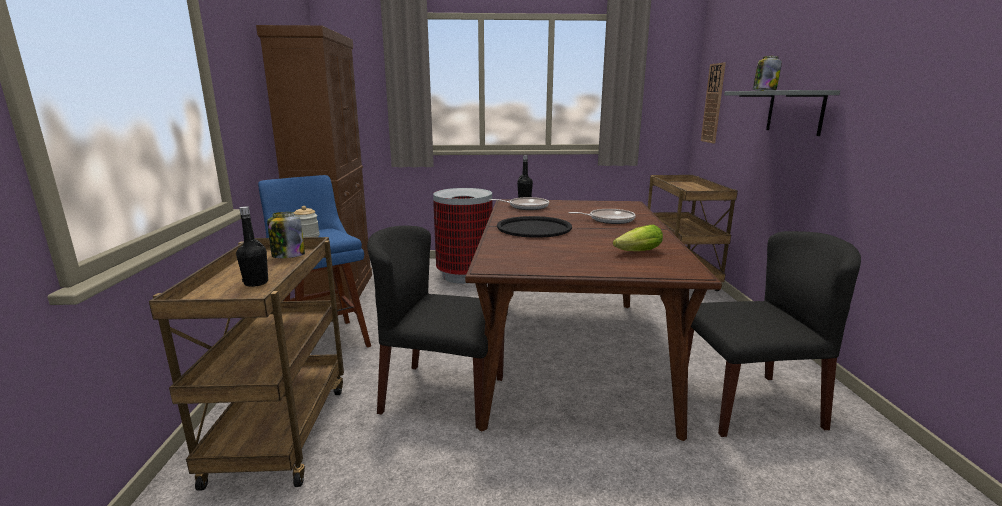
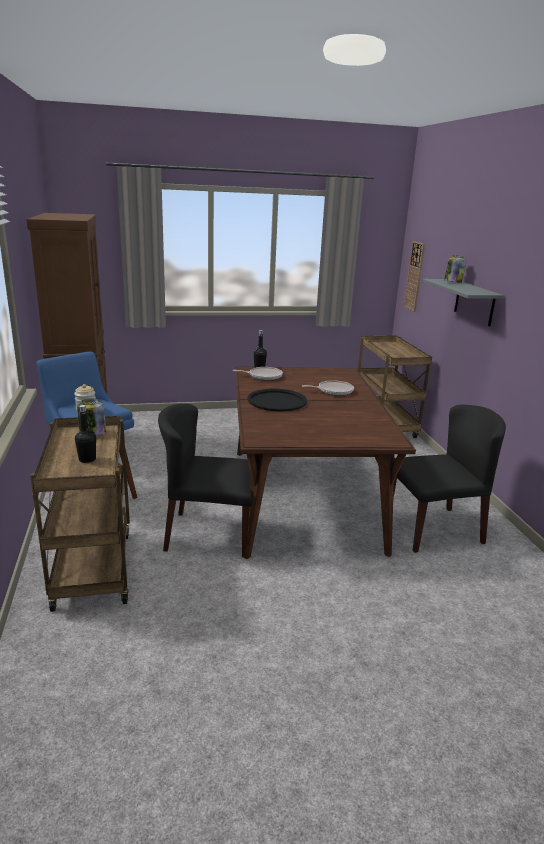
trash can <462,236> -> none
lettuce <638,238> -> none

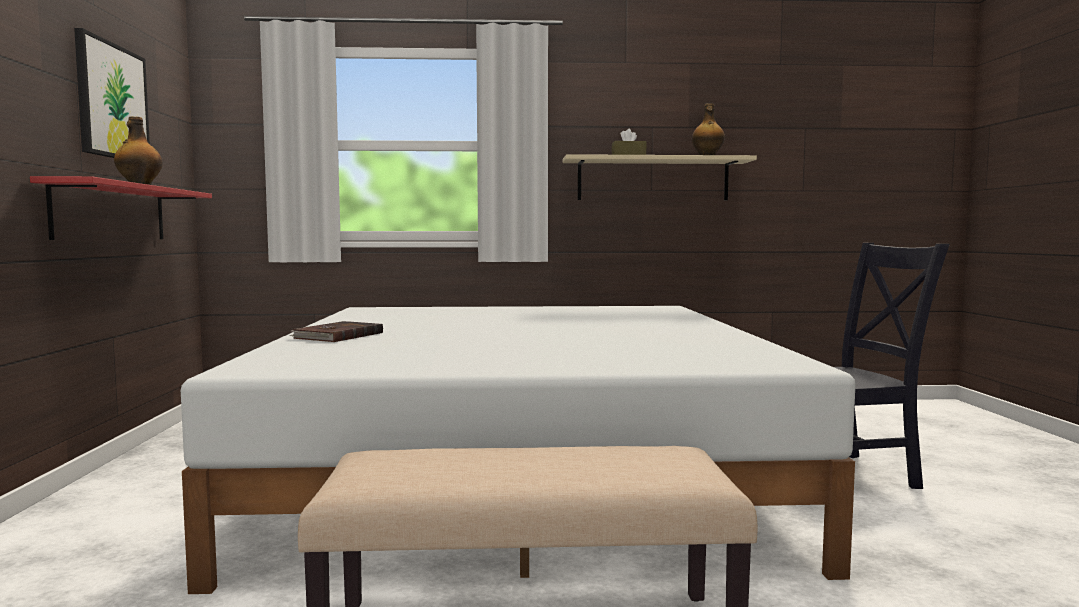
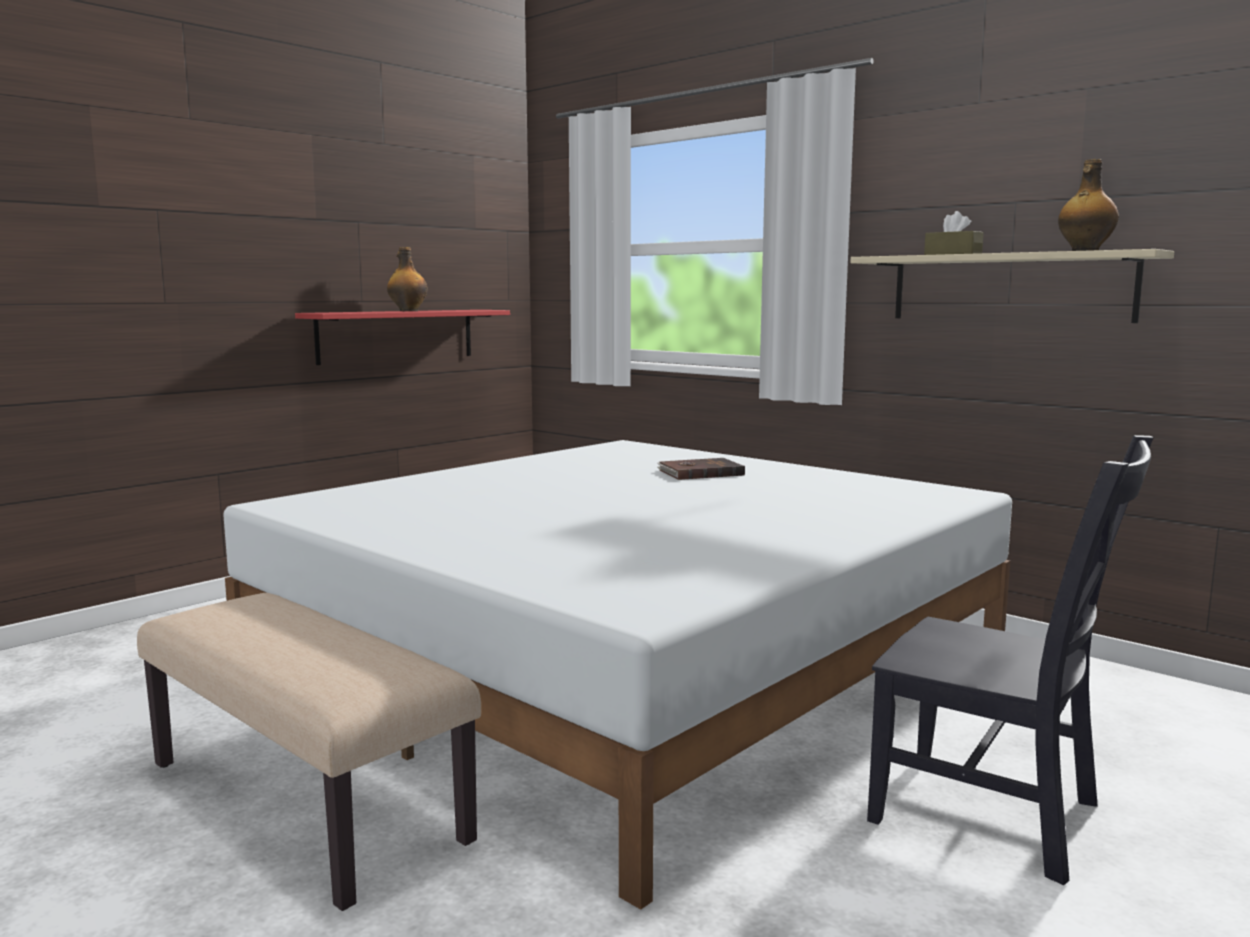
picture <112,93> -> none
book (brown) <336,331> -> book (brown) <701,469>, moved

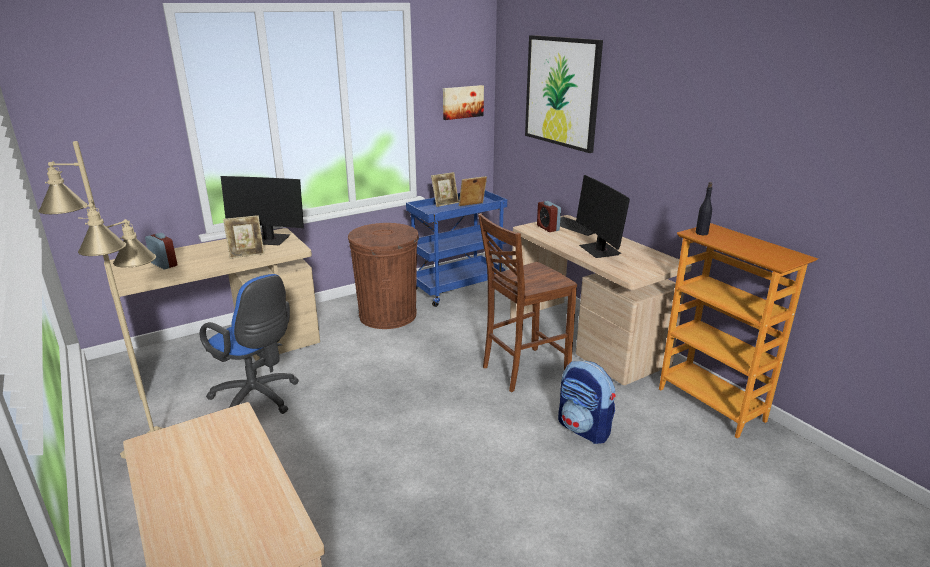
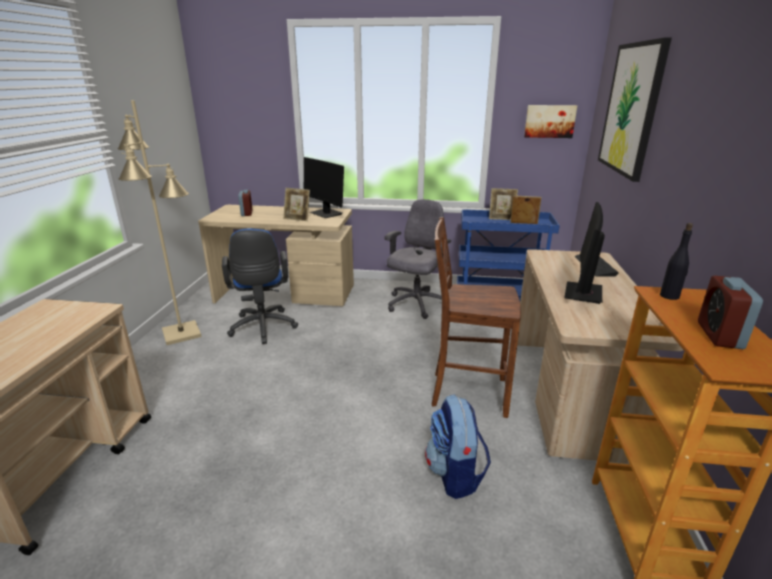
trash can (brown) <383,276> -> office chair (grey) <418,259>
alarm clock <549,216> -> alarm clock <730,312>, moved

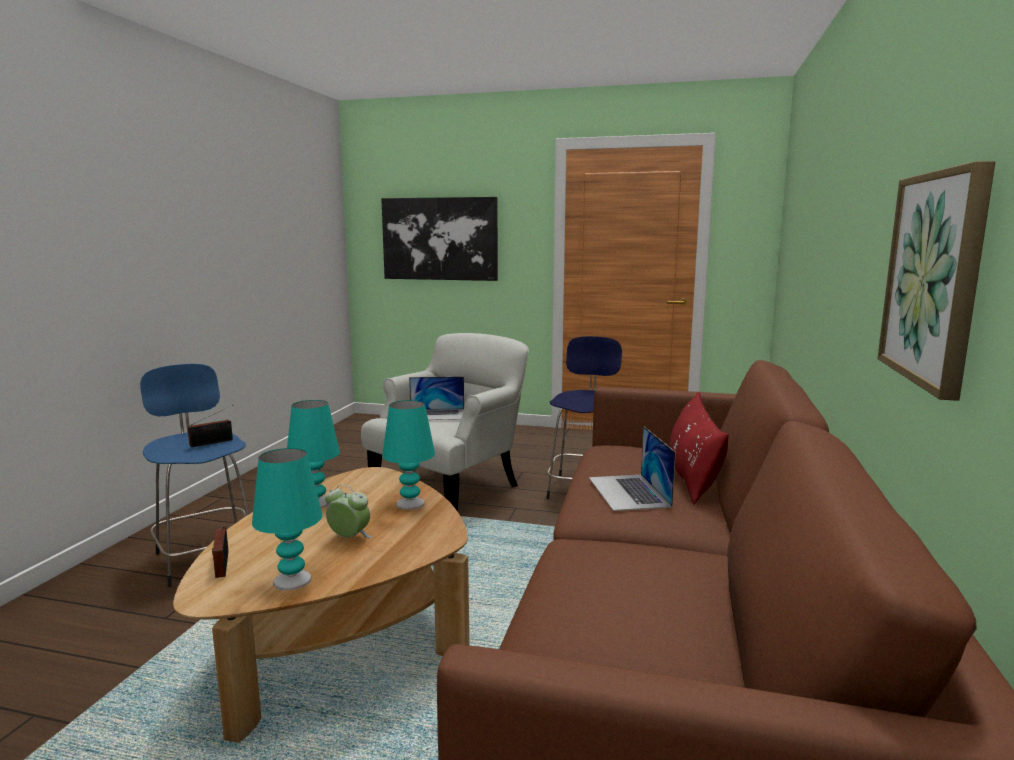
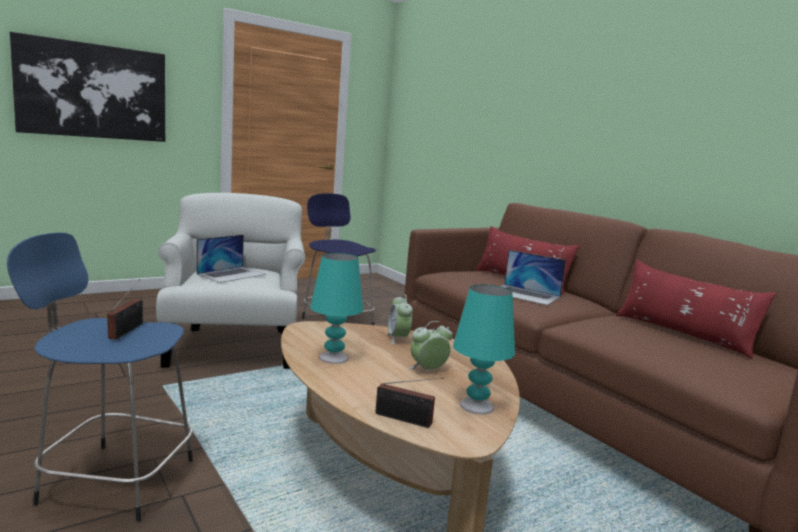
table lamp (turquoise) <408,455> -> alarm clock <400,319>
picture <936,281> -> none
none -> pillow (red) <696,309>

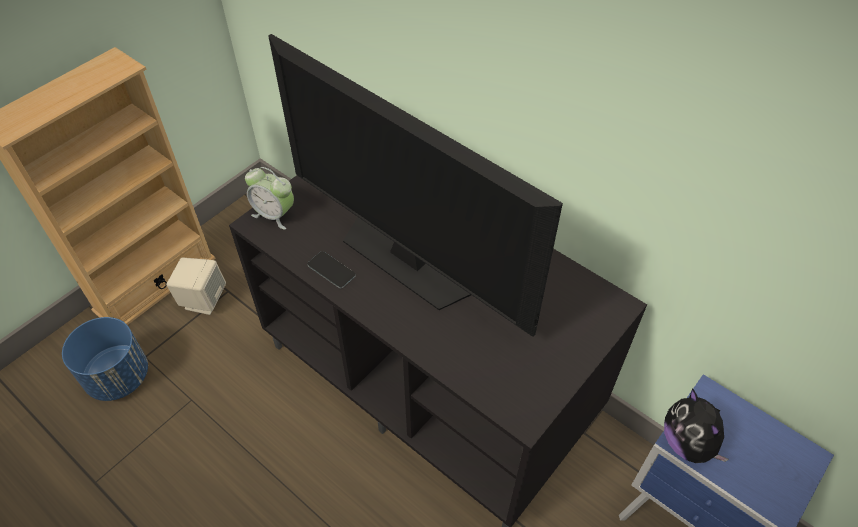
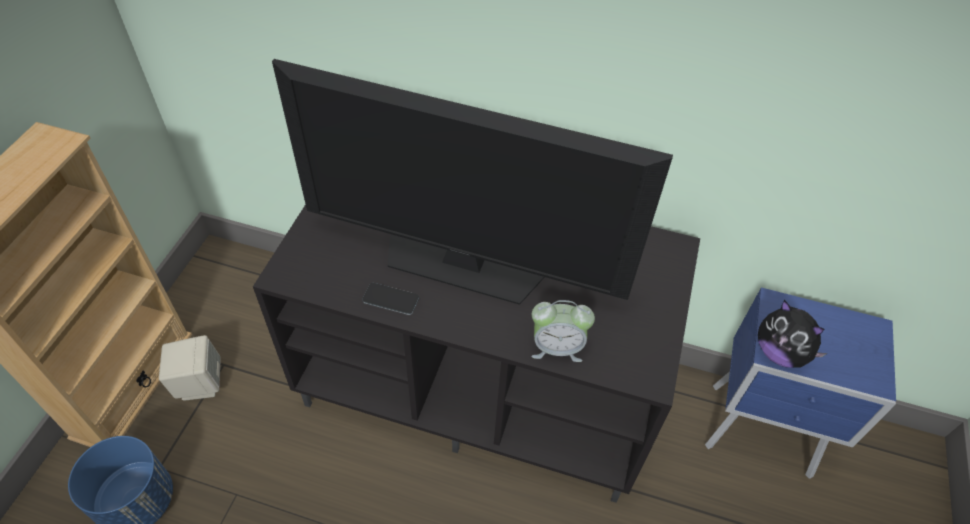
alarm clock <269,198> -> alarm clock <563,331>, moved

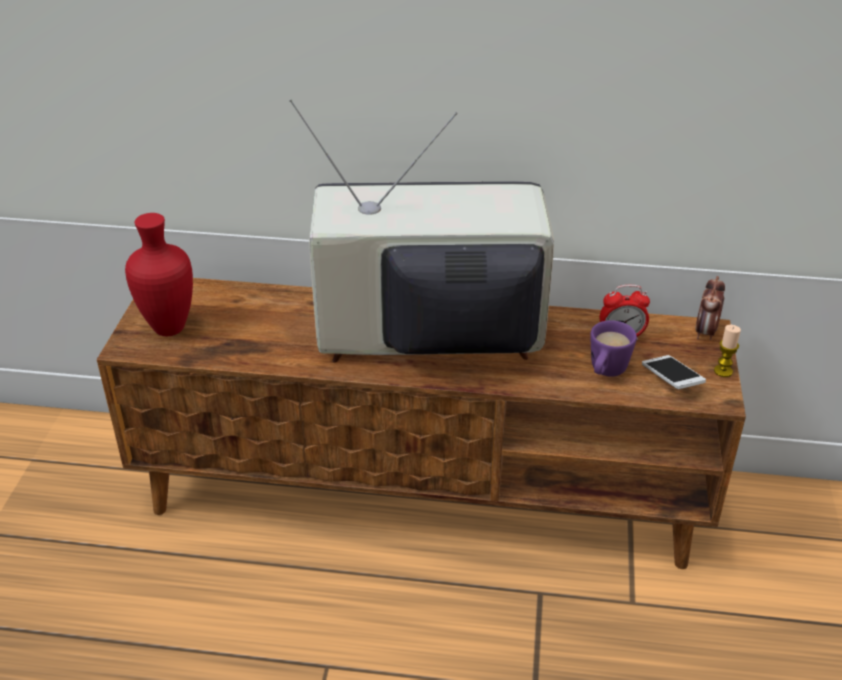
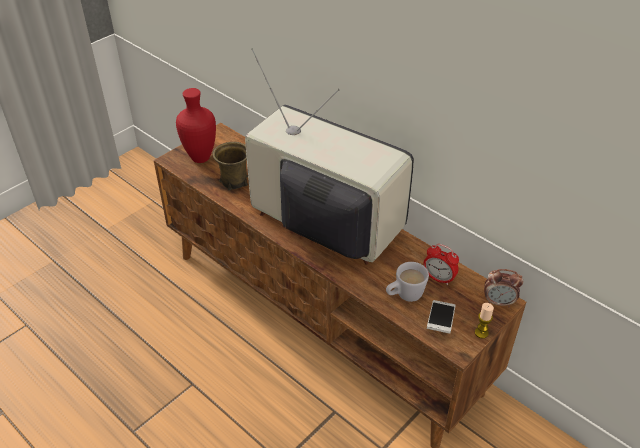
mug (purple) <613,348> -> mug (white) <407,282>
alarm clock <710,308> -> alarm clock <503,288>, 135 degrees counterclockwise
none -> mug (brown) <230,166>

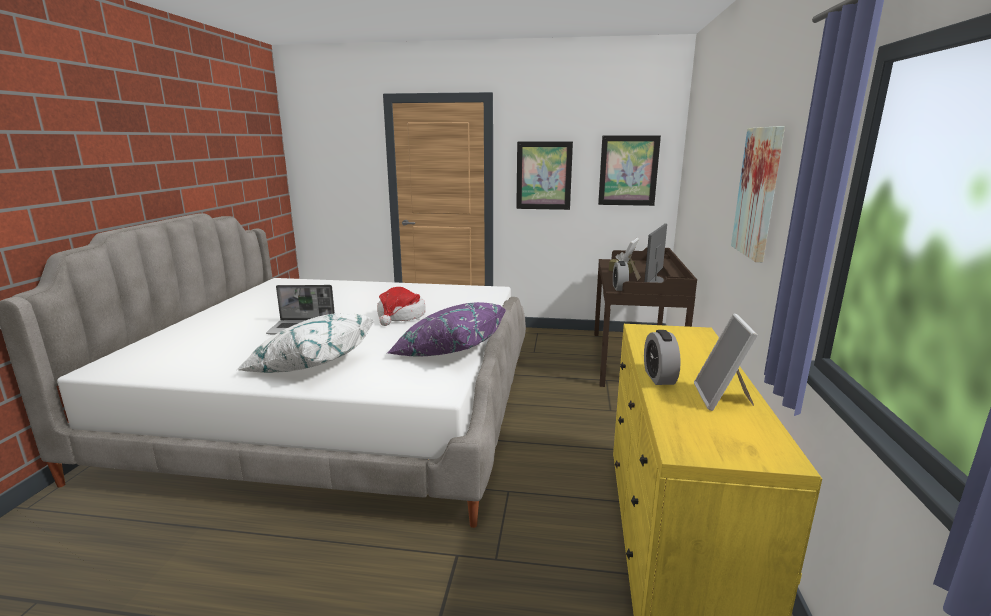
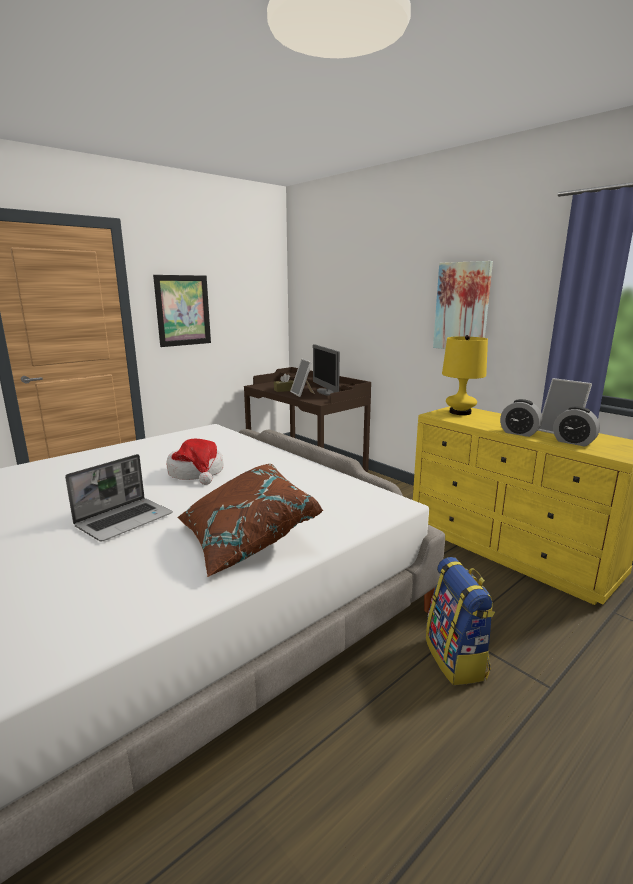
pillow (white) <306,343> -> pillow (brown) <250,520>
pillow (purple) <447,329> -> none
picture <629,171> -> none
alarm clock <621,276> -> alarm clock <576,426>, moved
none -> backpack <460,621>
none -> table lamp (yellow) <465,375>

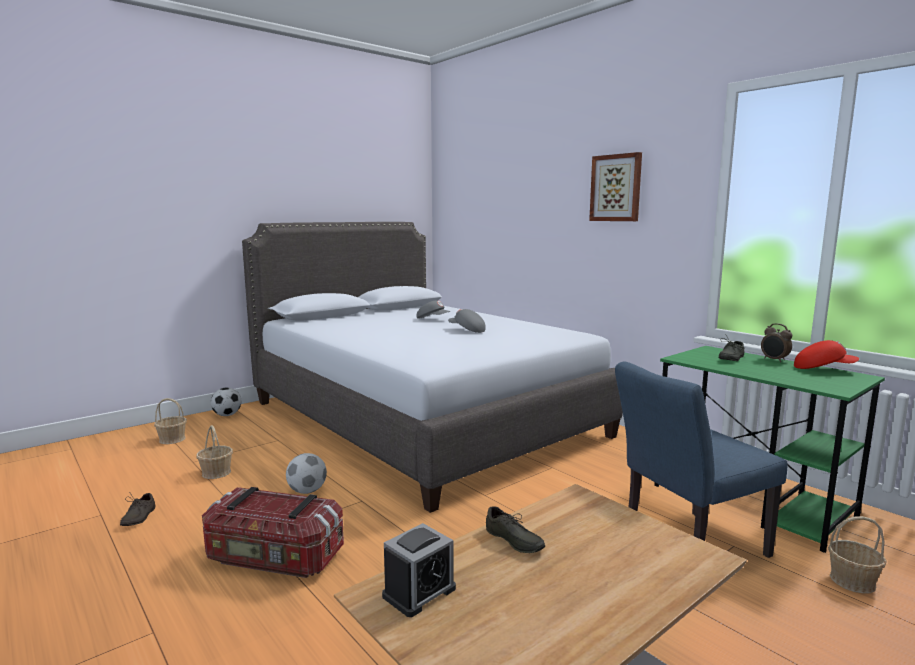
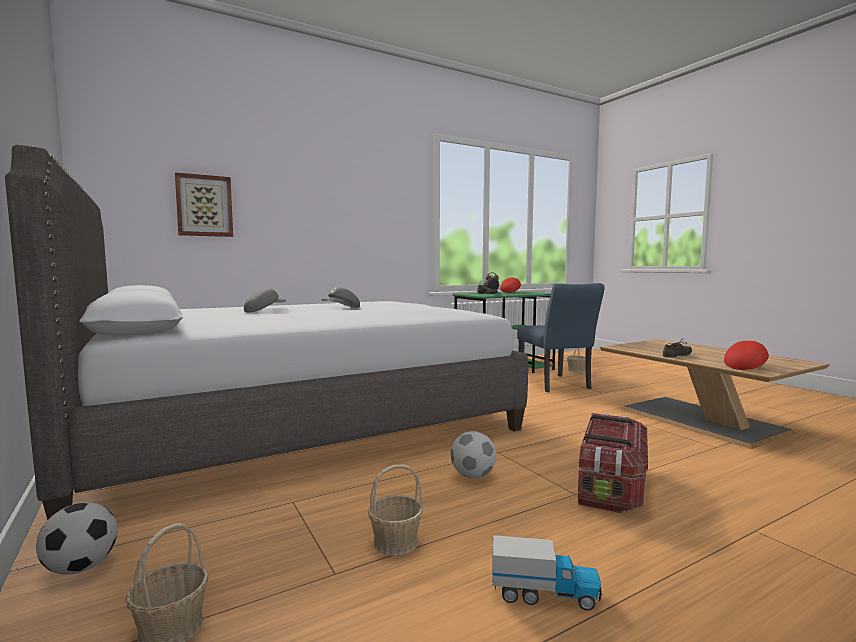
shoe (grey) <138,509> -> toy truck <547,573>
alarm clock <419,570> -> cap (red) <746,355>
picture <615,186> -> picture <204,204>, moved

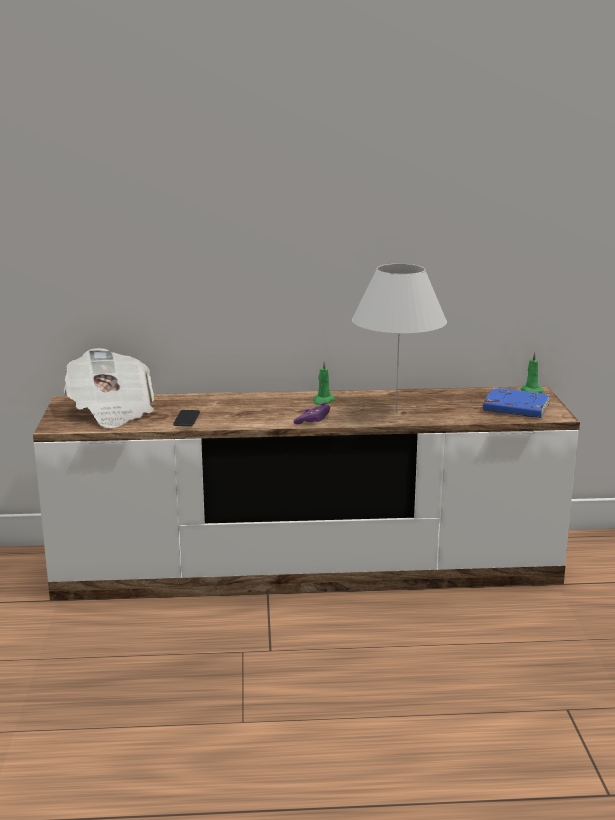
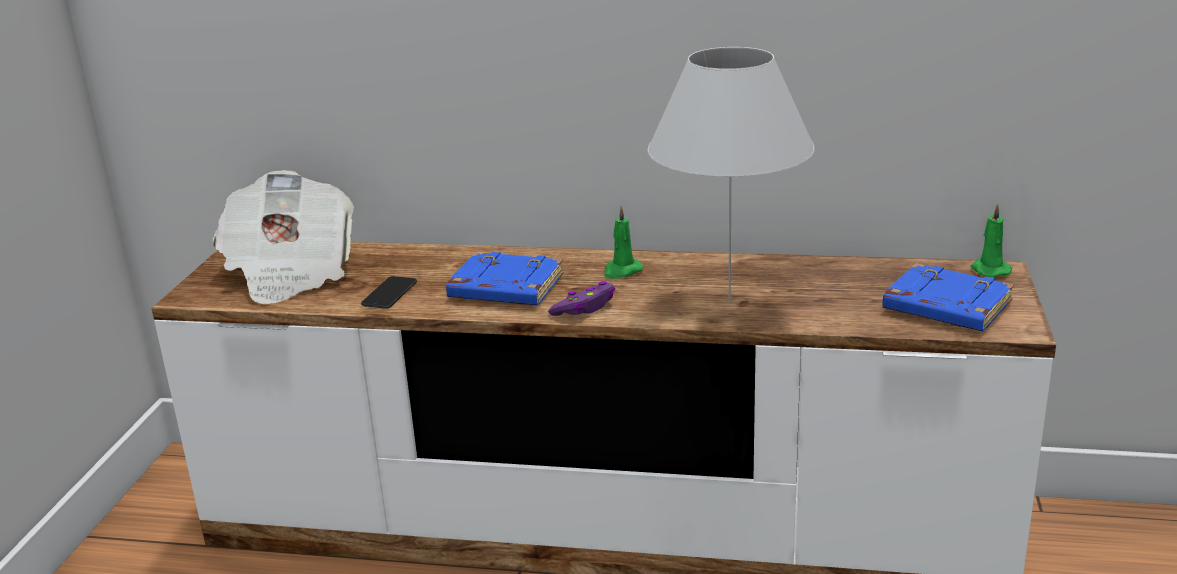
none -> book (blue) <504,278>

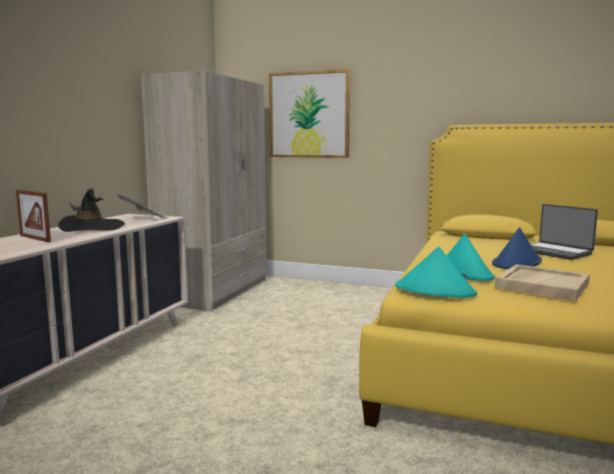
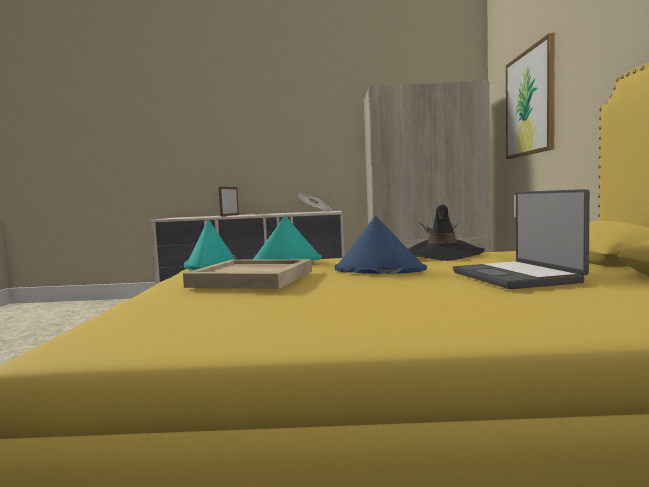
hat (black) <91,210> -> hat (black) <446,233>, moved
laptop <564,232> -> laptop <521,239>, 45 degrees counterclockwise

